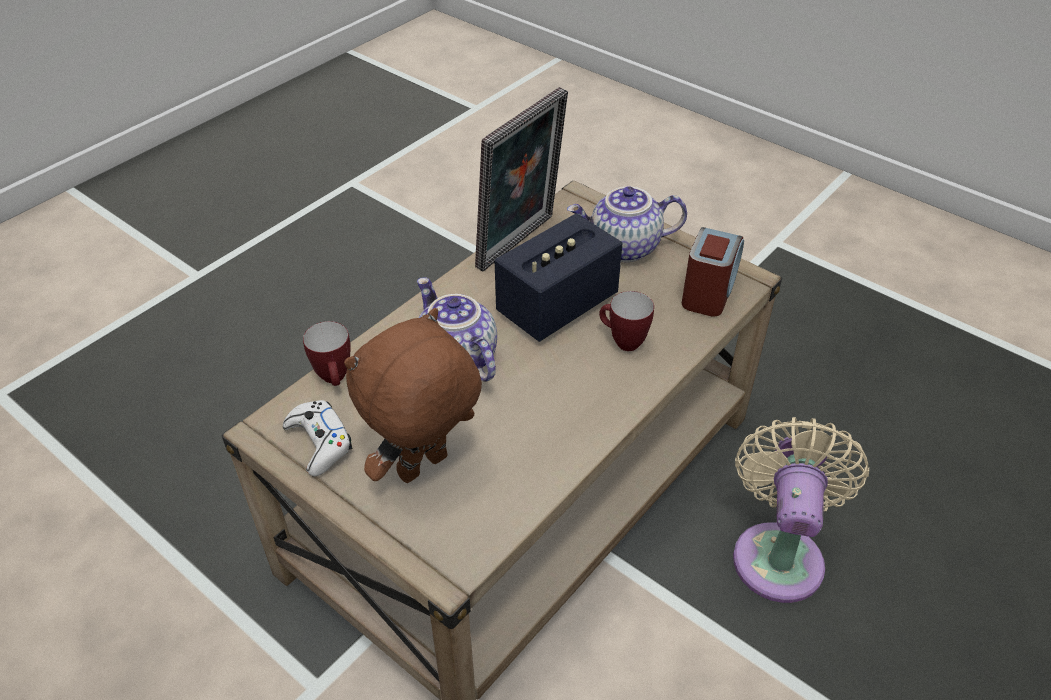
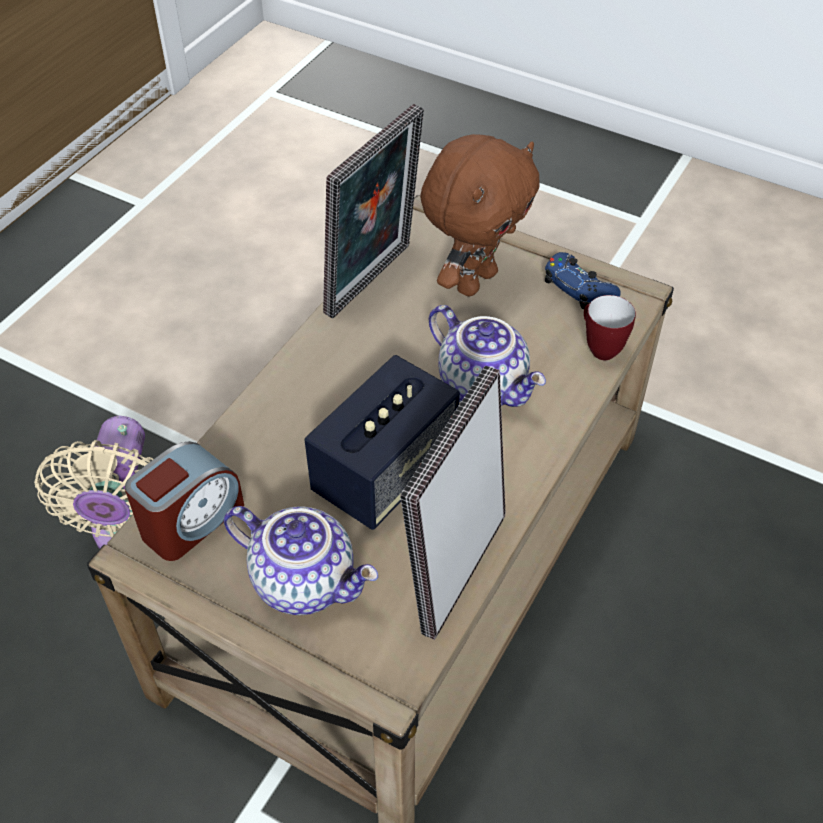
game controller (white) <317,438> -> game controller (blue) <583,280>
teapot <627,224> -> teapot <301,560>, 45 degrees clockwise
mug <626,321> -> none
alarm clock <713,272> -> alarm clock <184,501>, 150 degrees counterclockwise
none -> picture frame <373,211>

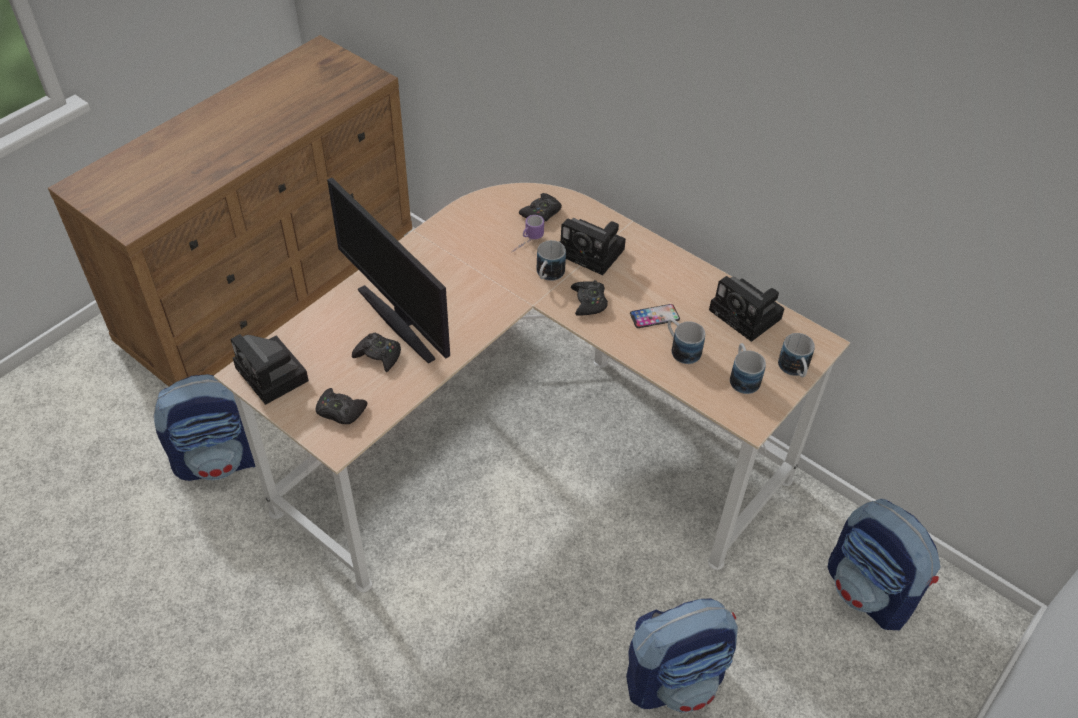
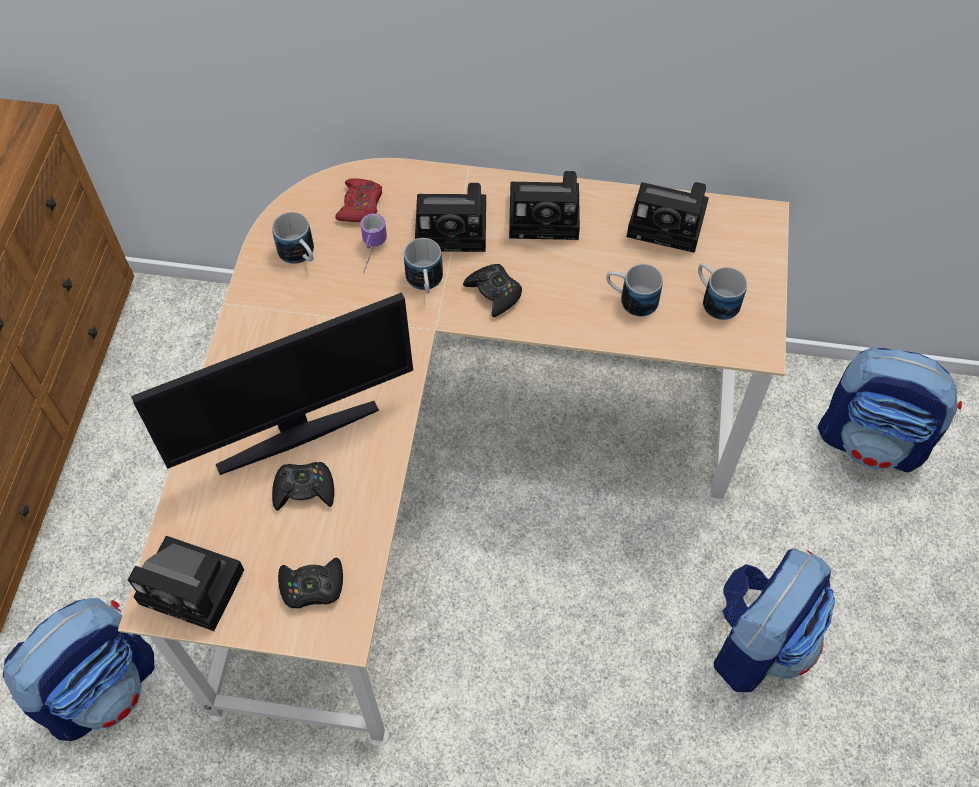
monitor <388,271> -> monitor <272,384>, 45 degrees counterclockwise
game controller (black) <540,207> -> game controller (red) <358,200>
phone <655,316> -> none
mug <796,355> -> mug <293,238>, moved
none -> photo camera <544,205>

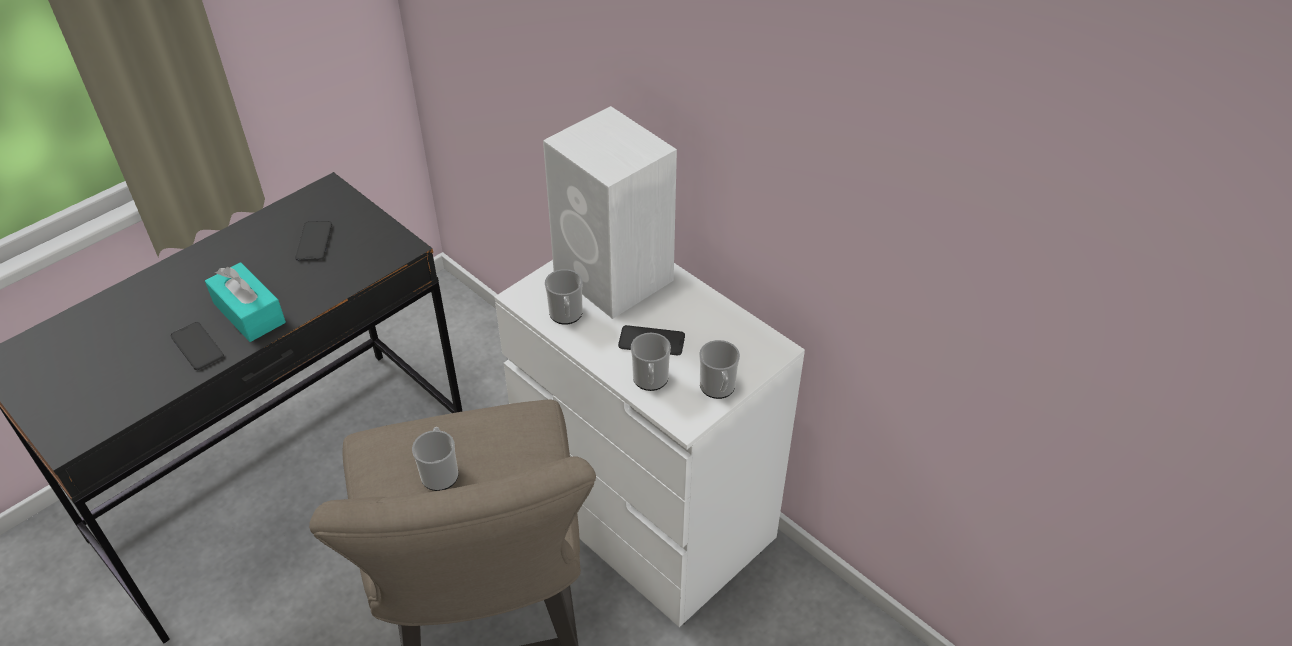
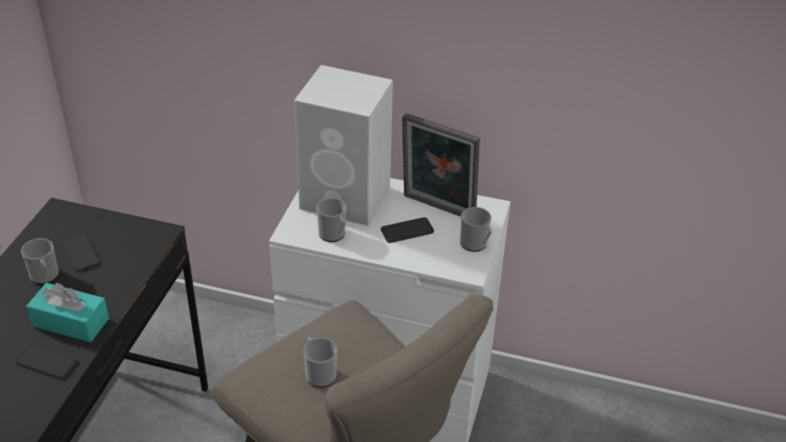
mug <651,362> -> mug <40,261>, moved
none -> picture frame <441,165>

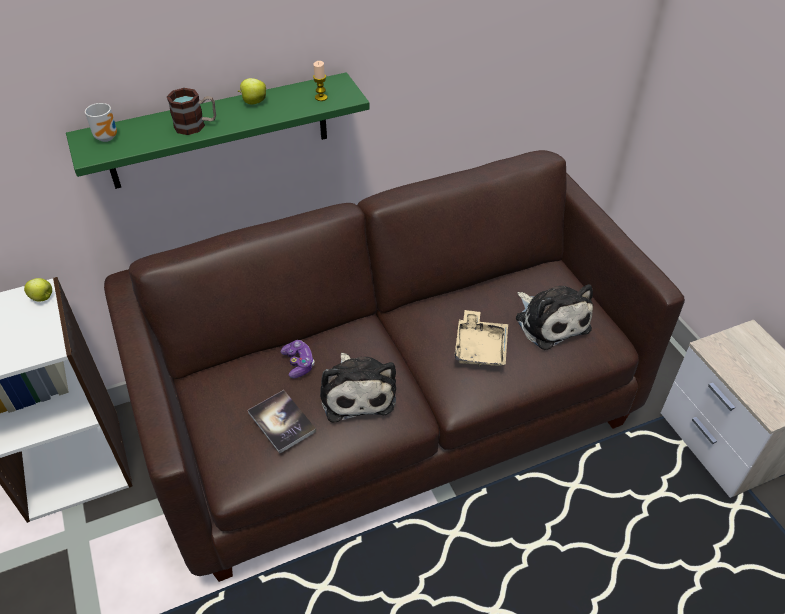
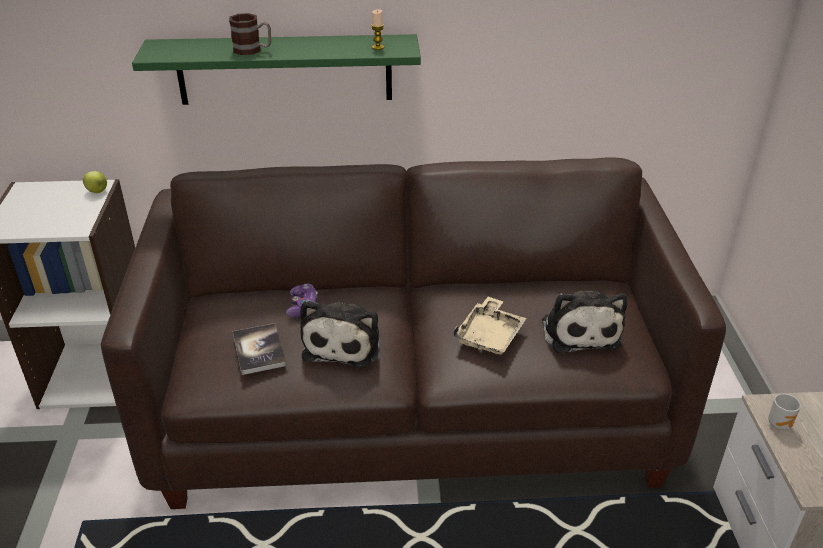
mug <101,122> -> mug <784,412>, moved
apple <252,91> -> none

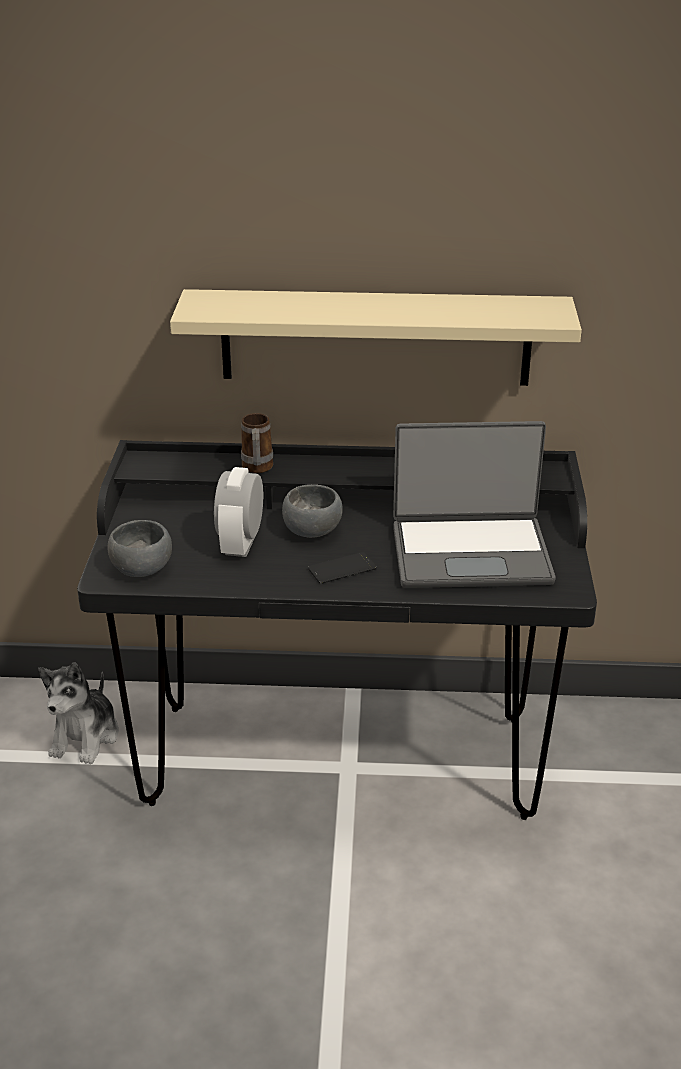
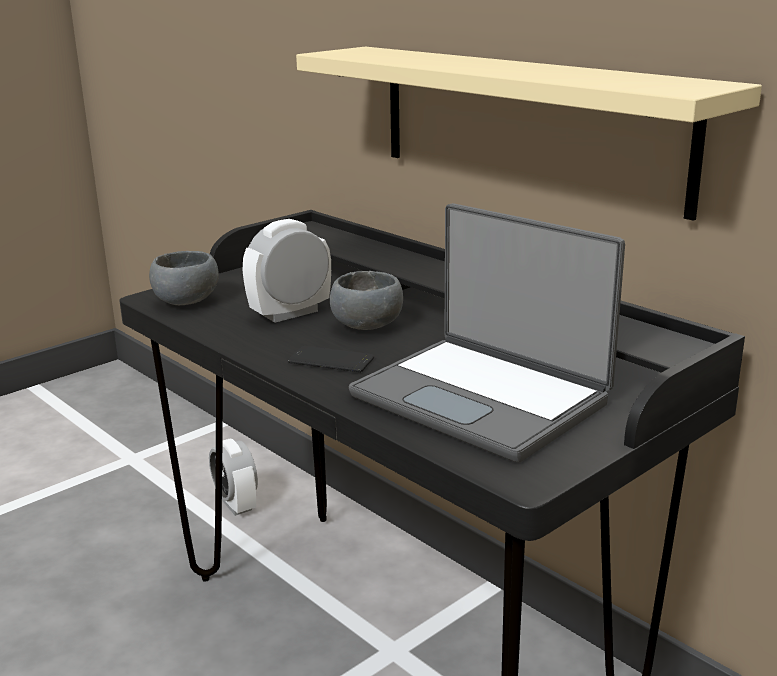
plush toy <78,713> -> alarm clock <233,477>
mug <257,443> -> none

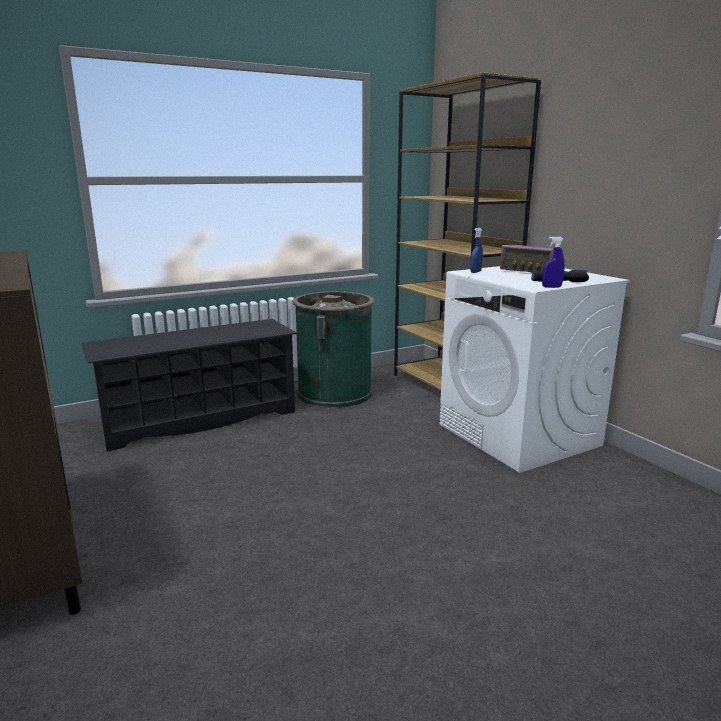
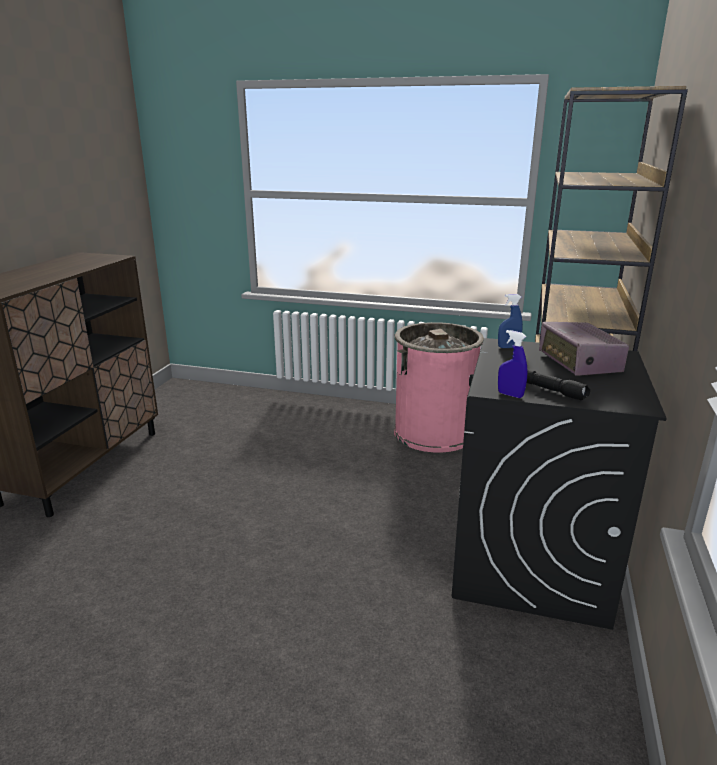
shoe rack (black) <189,385> -> none
trash can (green) <333,349> -> trash can (pink) <439,387>
washing machine (white) <534,369> -> washing machine (black) <559,484>

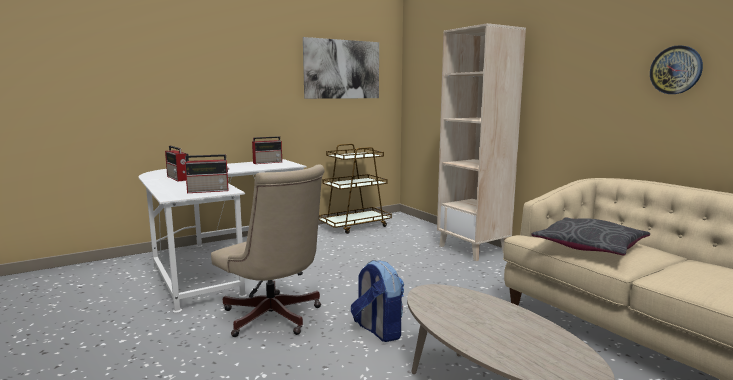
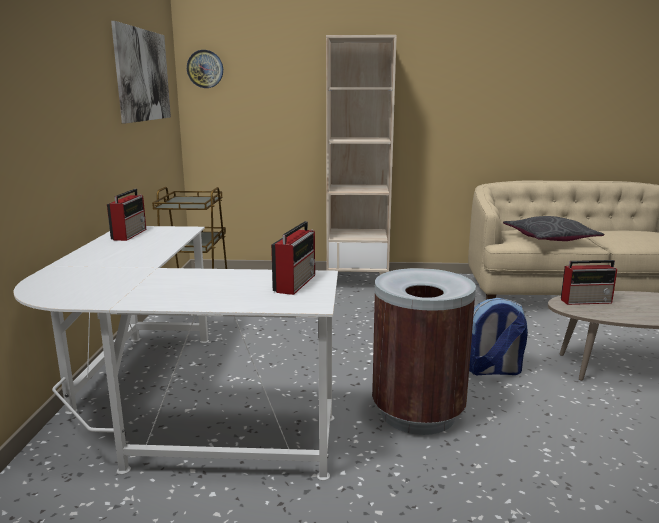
radio <177,163> -> radio <589,282>, moved
office chair (beige) <268,250> -> trash can (brown) <424,351>
wall clock <676,69> -> wall clock <205,69>, moved

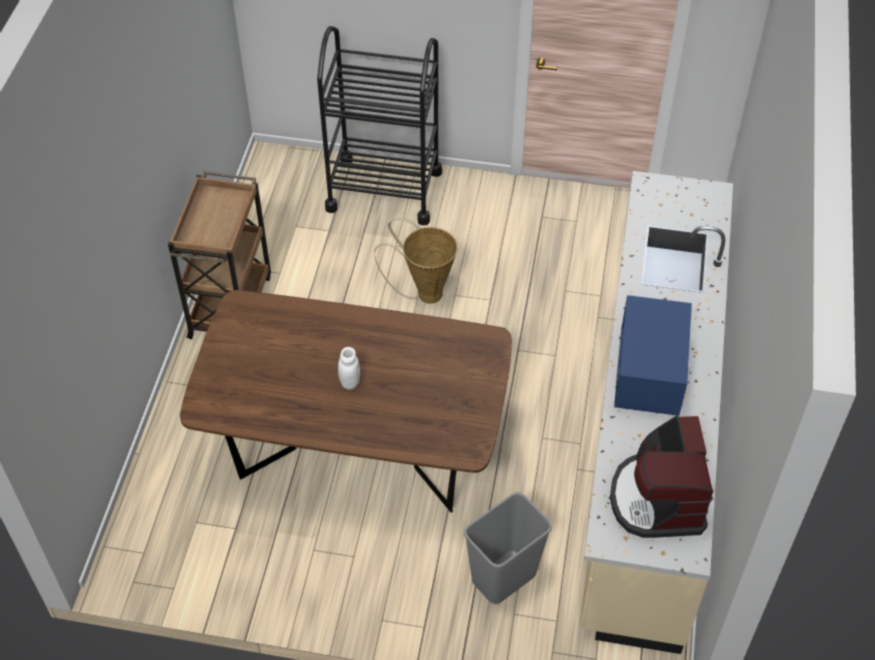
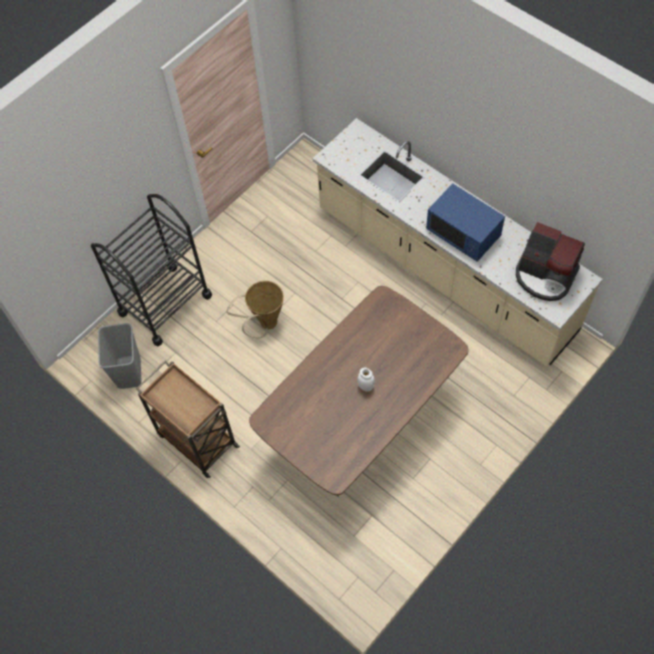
trash can (grey) <508,548> -> trash can (grey) <120,356>, moved

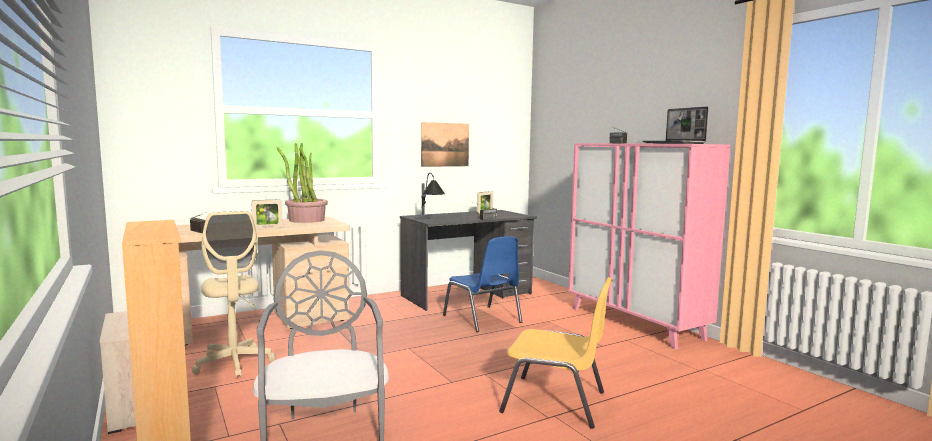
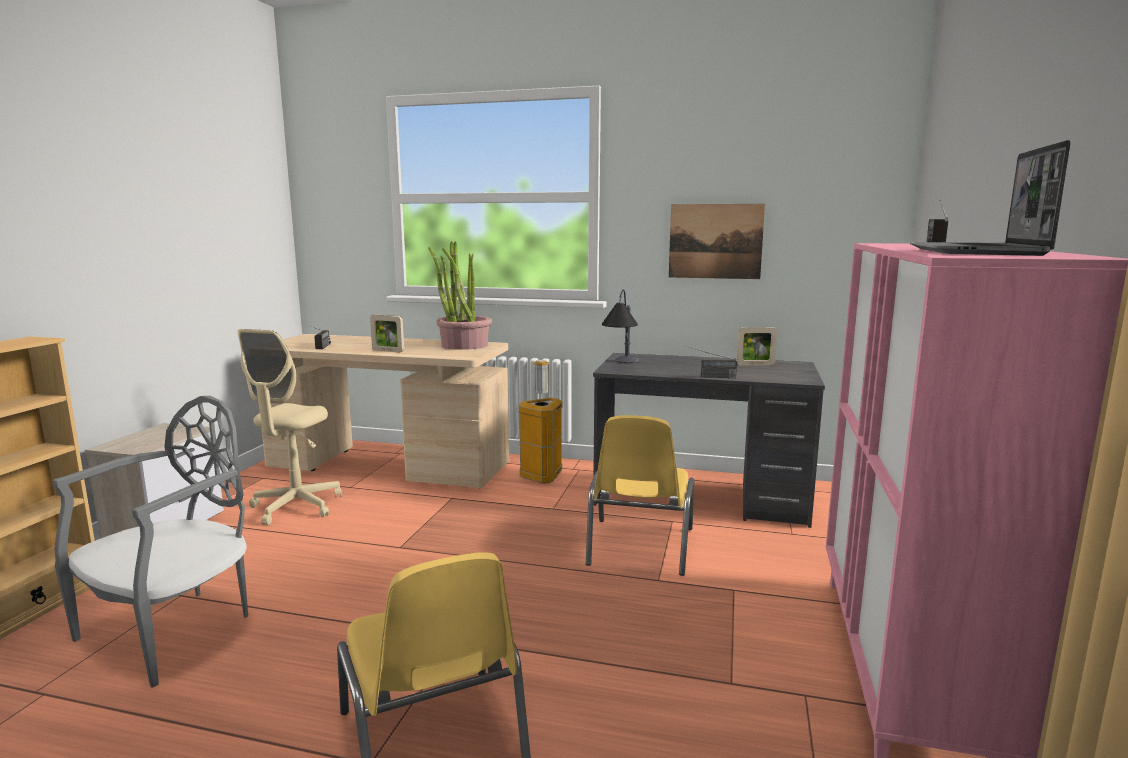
chair (blue) <482,284> -> chair (yellow) <640,495>
none -> trash can <541,422>

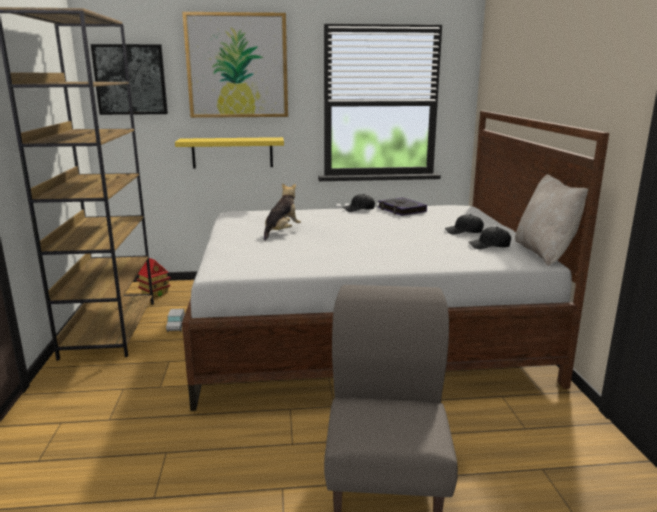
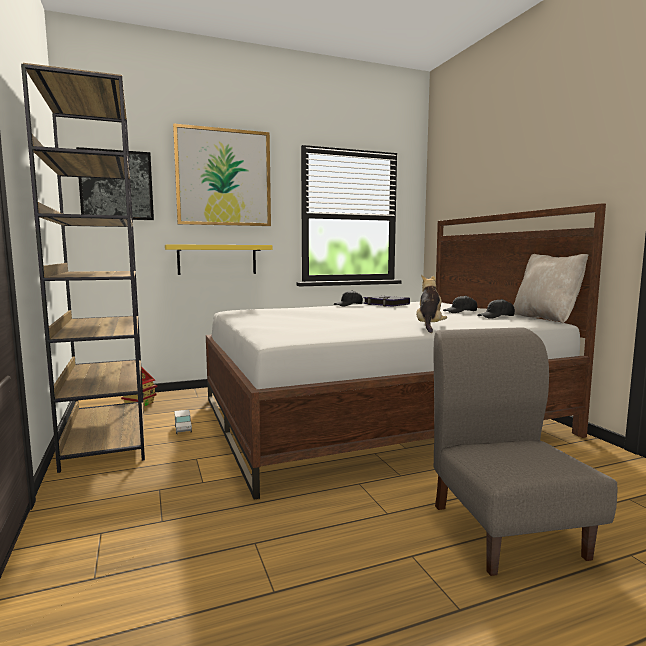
plush toy <282,212> -> plush toy <431,304>, moved

